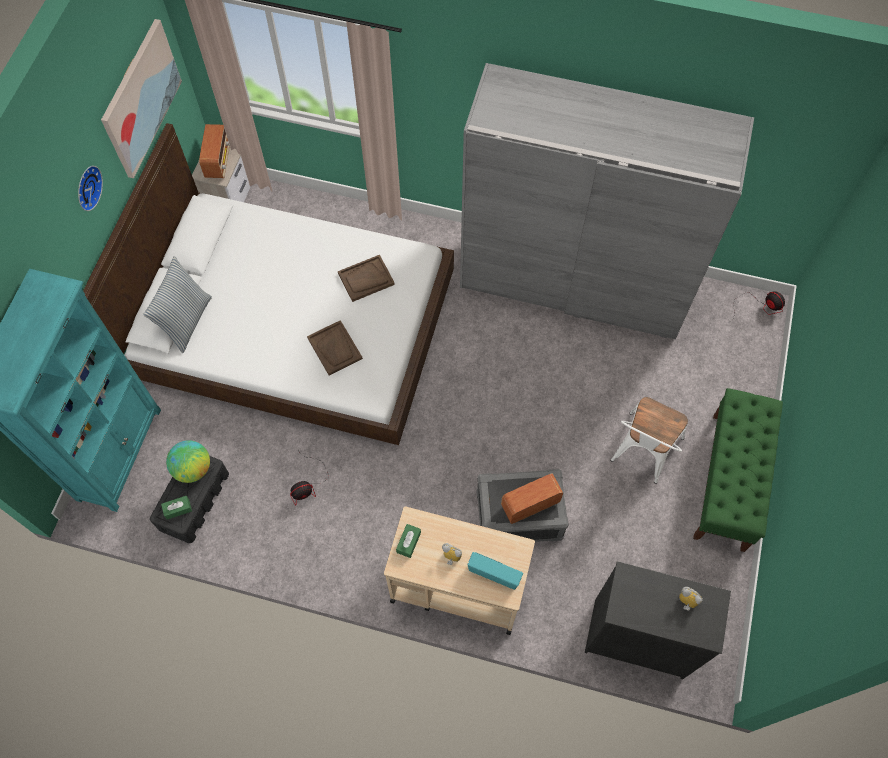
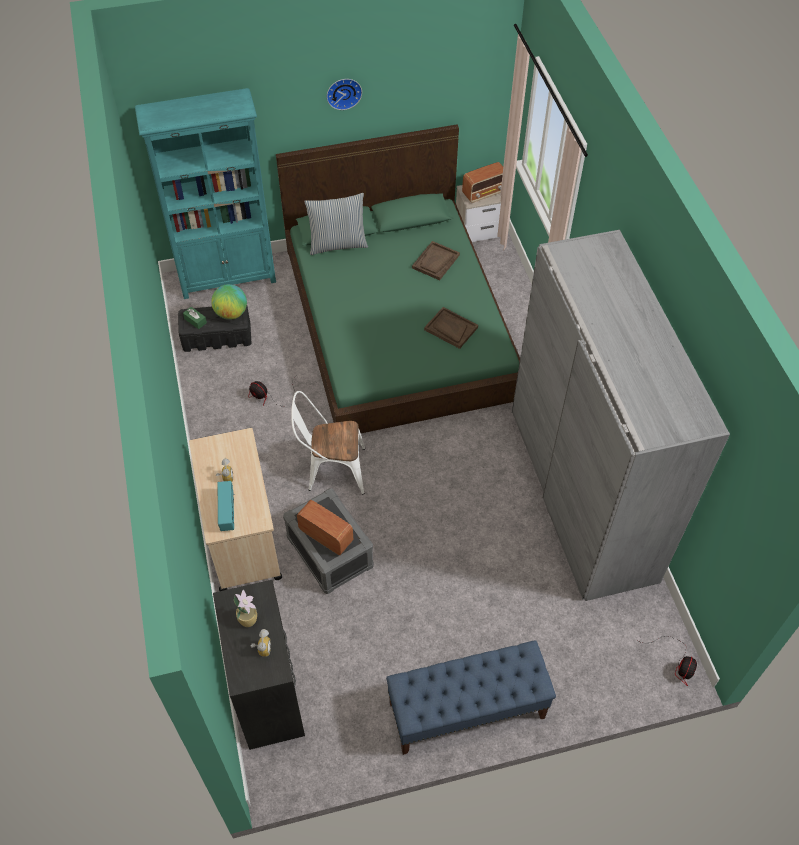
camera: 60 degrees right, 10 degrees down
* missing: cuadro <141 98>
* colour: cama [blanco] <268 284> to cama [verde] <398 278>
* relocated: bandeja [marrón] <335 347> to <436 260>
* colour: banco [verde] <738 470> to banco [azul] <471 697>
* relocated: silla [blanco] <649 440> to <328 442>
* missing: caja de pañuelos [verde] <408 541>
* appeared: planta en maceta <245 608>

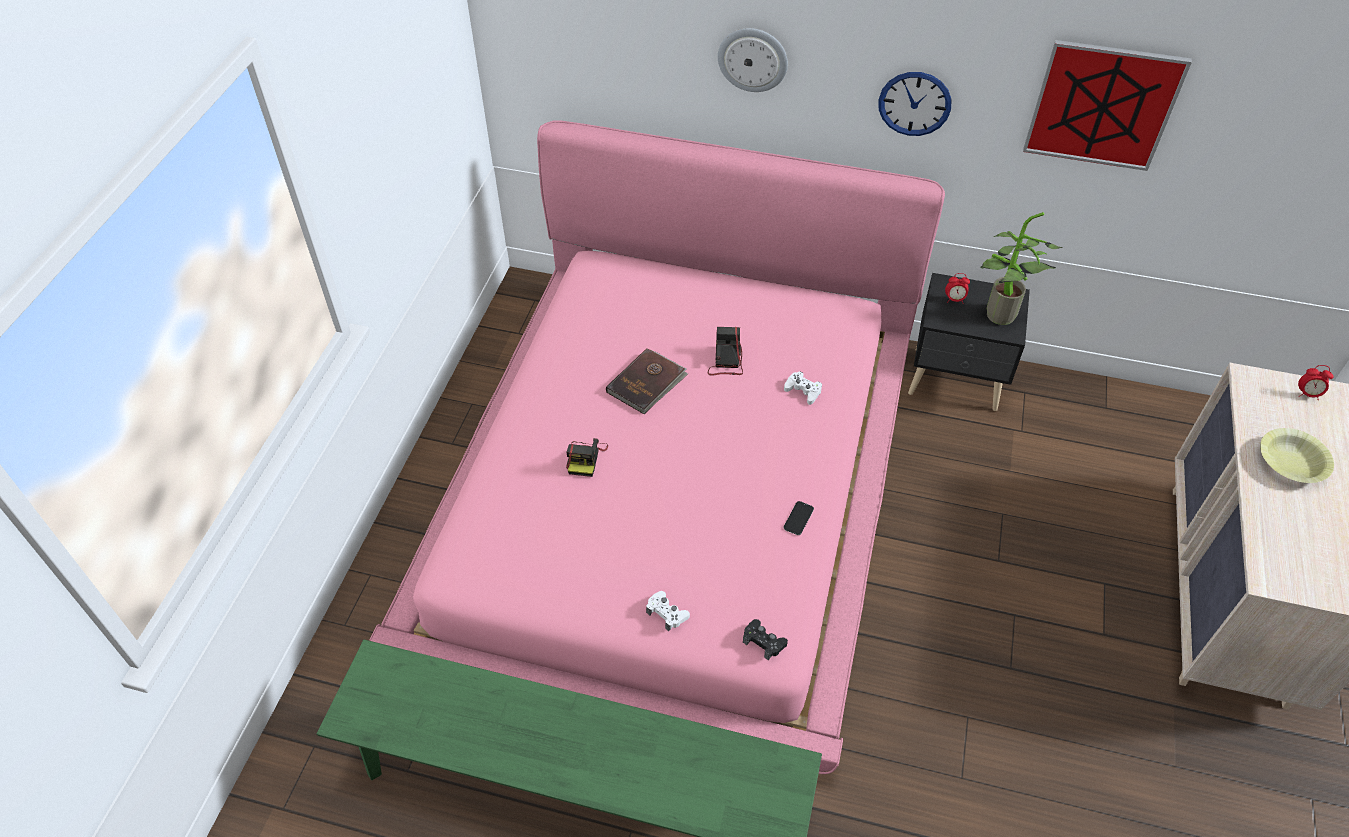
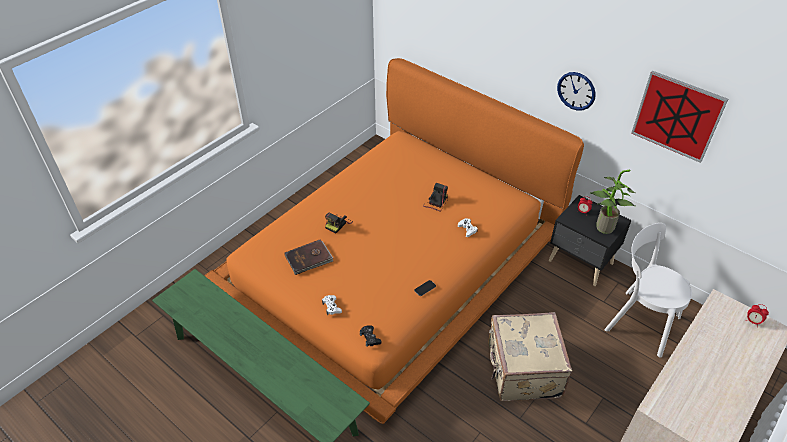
camera: 25 degrees right, 5 degrees down
* missing: reloj de pared <753 60>
* colour: cama [rosa] <657 447> to cama [naranja] <394 241>
* relocated: libro [marrón] <647 381> to <308 257>
* missing: cuenco [amarillo] <1297 455>
* appeared: silla [blanco] <648 290>
* appeared: maleta [beis] <530 356>

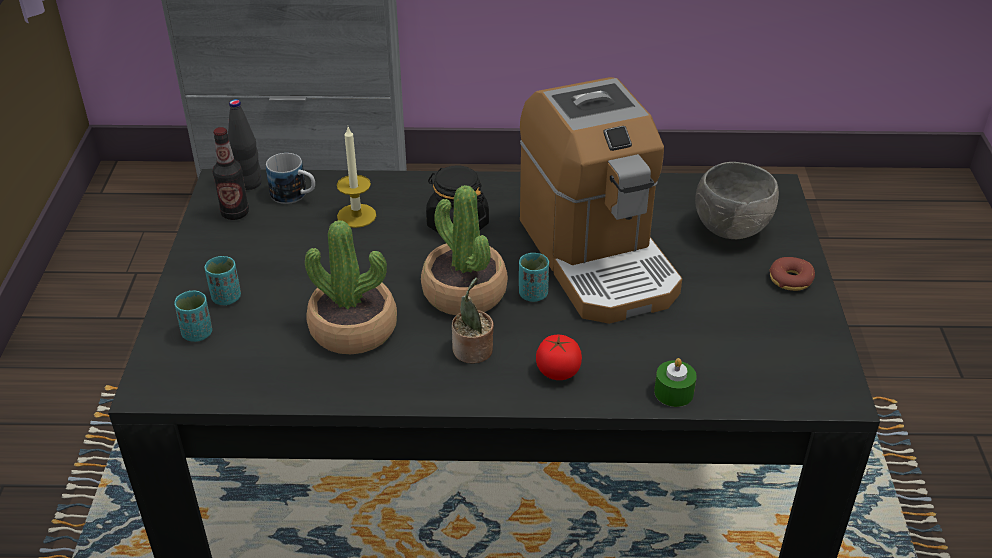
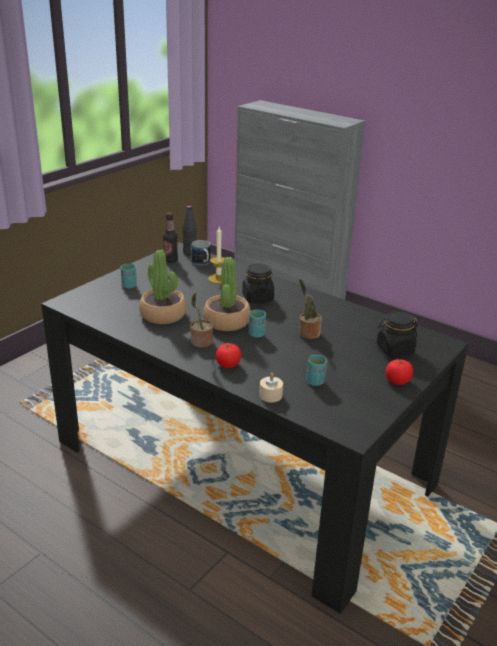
camera: 35 degrees right, 10 degrees down
* exchanged: cafetera <601 200> to planta en maceta <310 309>
* exchanged: cuenco [gris] <737 200> to tarro [negro] <397 334>
* exchanged: rosquilla <792 274> to tomate <399 372>
* relocated: taza [turquesa] <193 316> to <316 370>
* colour: vela [verde] <675 382> to vela [beis] <271 387>

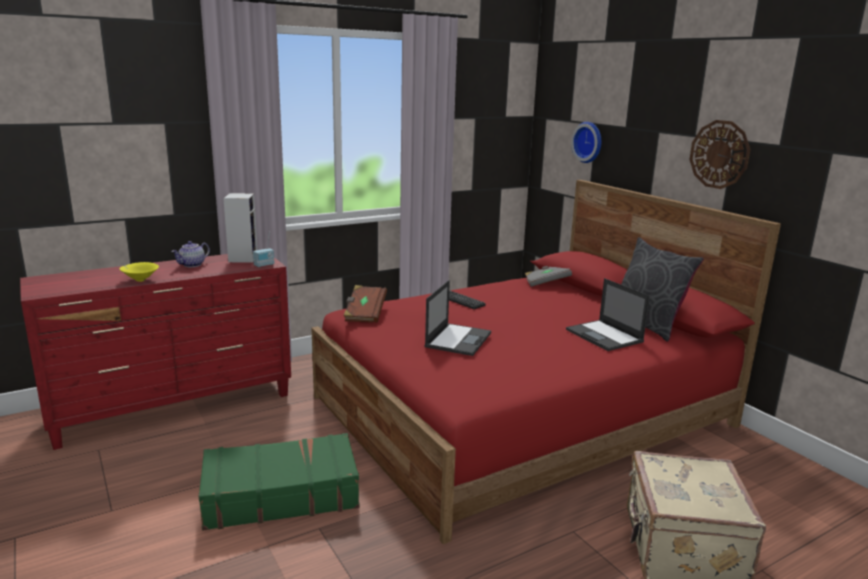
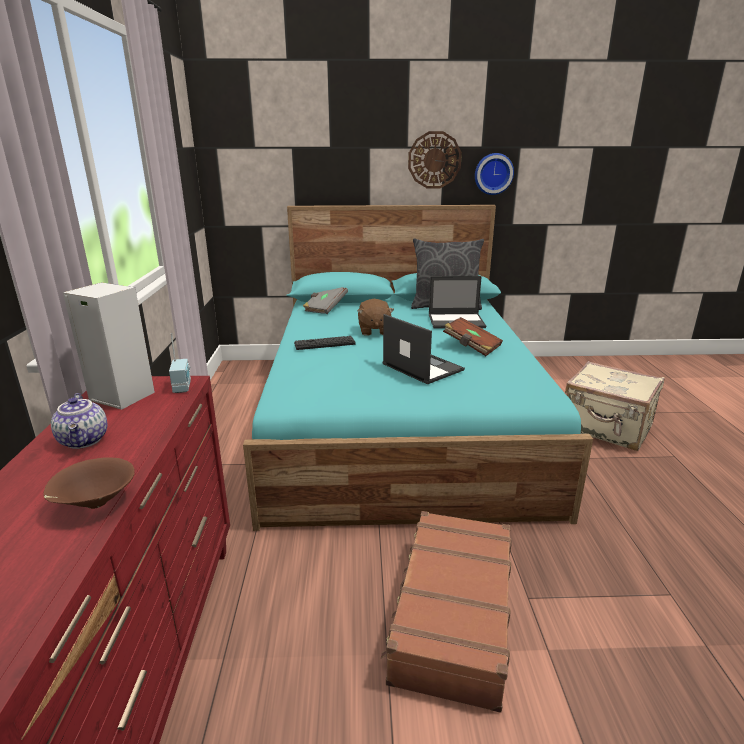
camera: 60 degrees left, 5 degrees up
* relocated: reloj de pared <586 142> to <494 174>
* colour: cama [rojo] <546 362> to cama [turquesa] <418 368>
* colour: cuenco [amarillo] <139 272> to cuenco [marrón] <89 483>
* relocated: libro [marrón] <365 304> to <473 336>
* colour: maleta [verde] <279 482> to maleta [marrón] <446 612>
* appeared: peluche [marrón] <376 317>

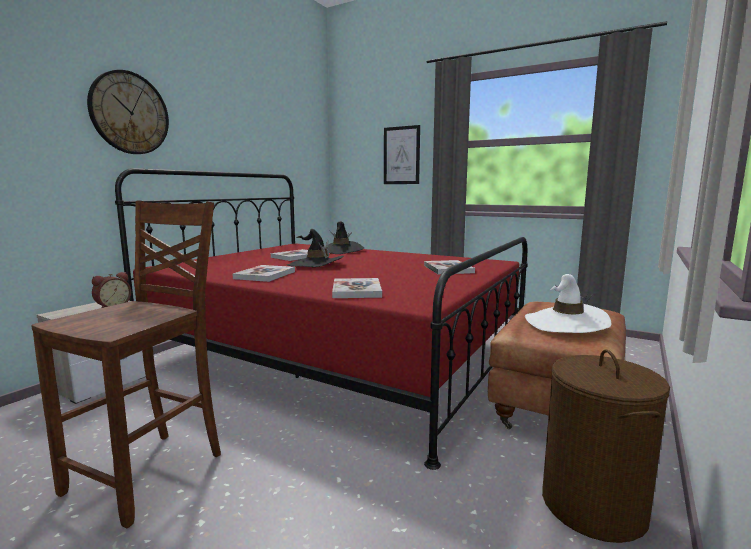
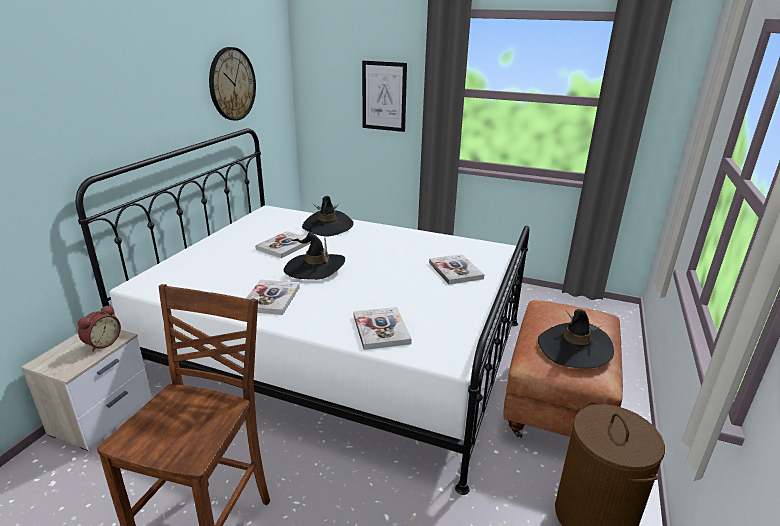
camera: 10 degrees left, 15 degrees up
* relocated: reloj de pared <128 112> to <232 84>
* colour: cama [rojo] <321 319> to cama [blanco] <302 311>
* colour: sombrero [blanco] <568 303> to sombrero [negro] <576 339>

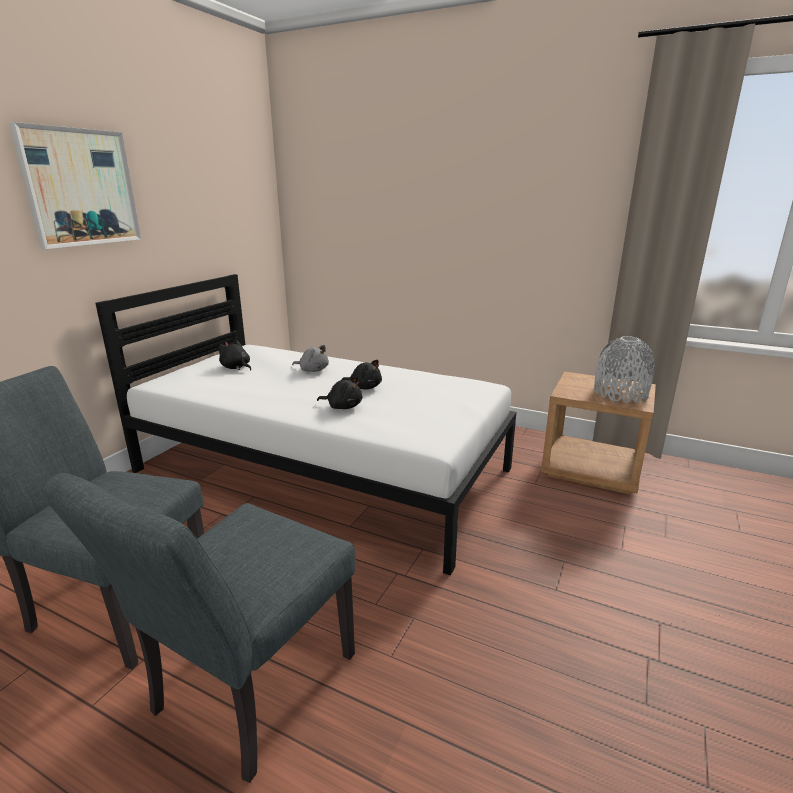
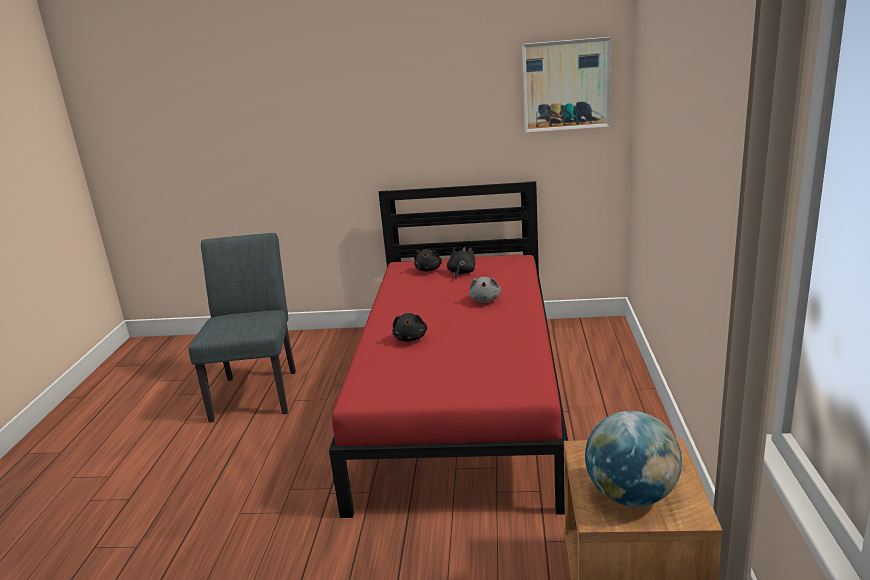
camera: 70 degrees right, 0 degrees up
* relocated: cuadro <75 185> to <566 85>
* colour: cama [blanco] <306 424> to cama [rojo] <448 349>
* exchanged: florero [gris] <624 369> to globo terráqueo <633 459>
* relocated: peluche [negro] <361 374> to <428 260>
* missing: silla [gris] <199 628>

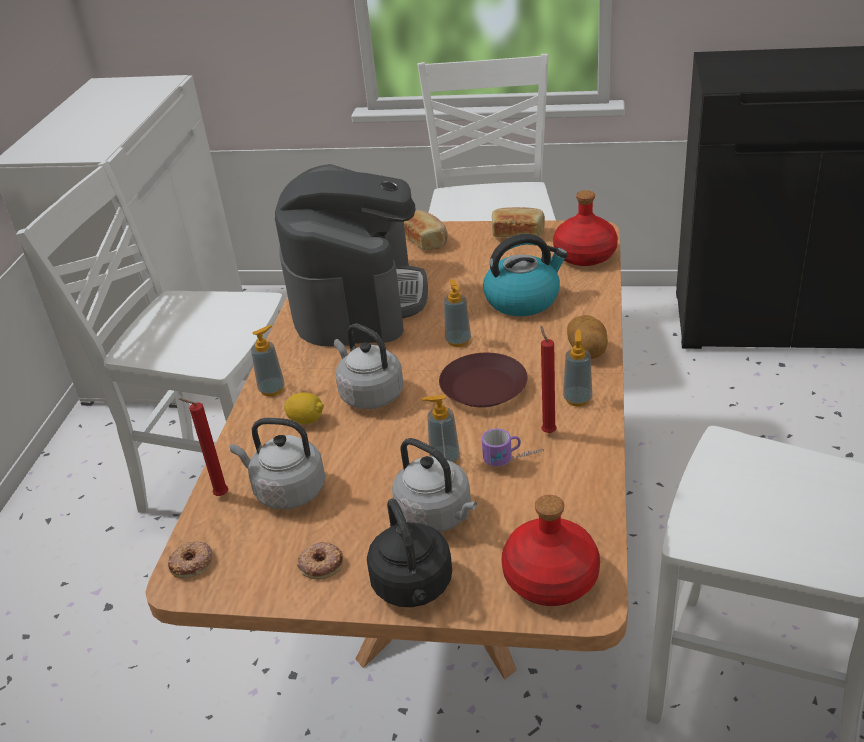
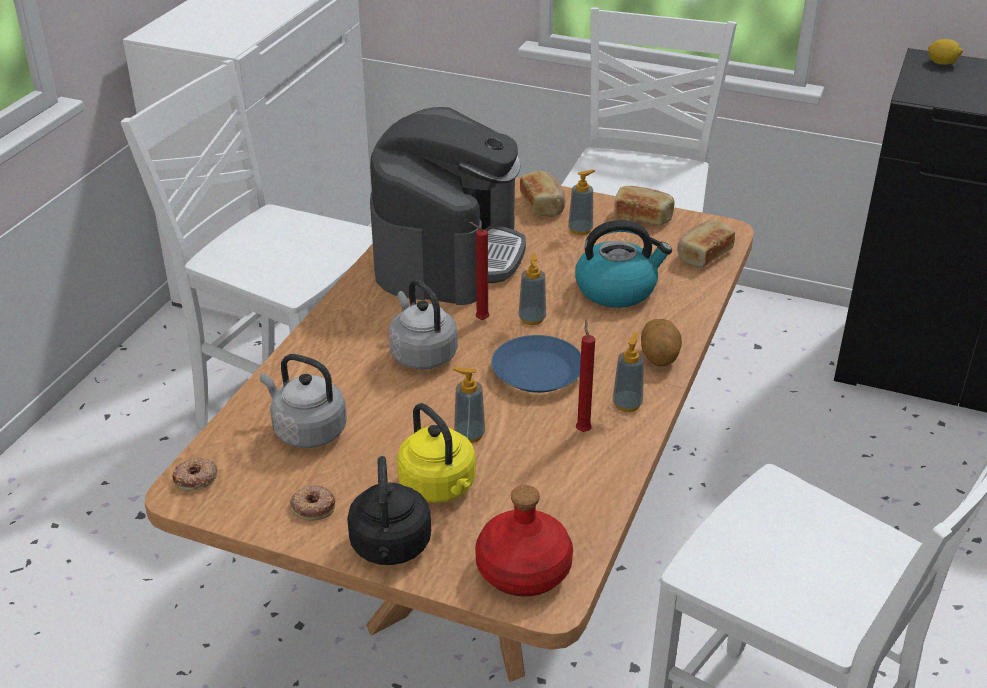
camera: 10 degrees right, 0 degrees up
* exchanged: botella [rojo] <585 228> to pan <706 243>
* relocated: dispensador de jabón <268 360> to <581 202>
* colour: plato [marrón] <483 380> to plato [azul] <536 364>
* relocated: limón <304 408> to <945 52>
* relocated: vela [rojo] <203 447> to <479 271>
* missing: taza grande <513 447>
* colour: hervidor [gris] <434 485> to hervidor [amarillo] <436 453>

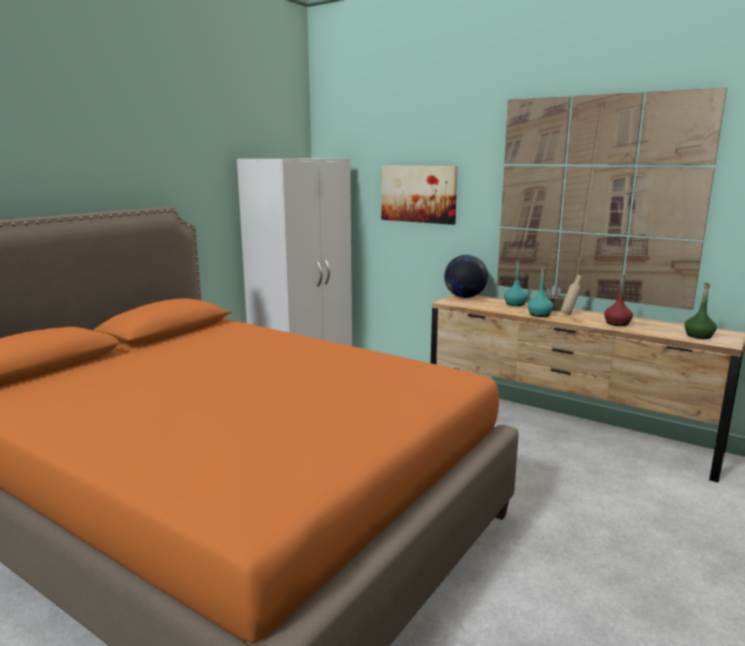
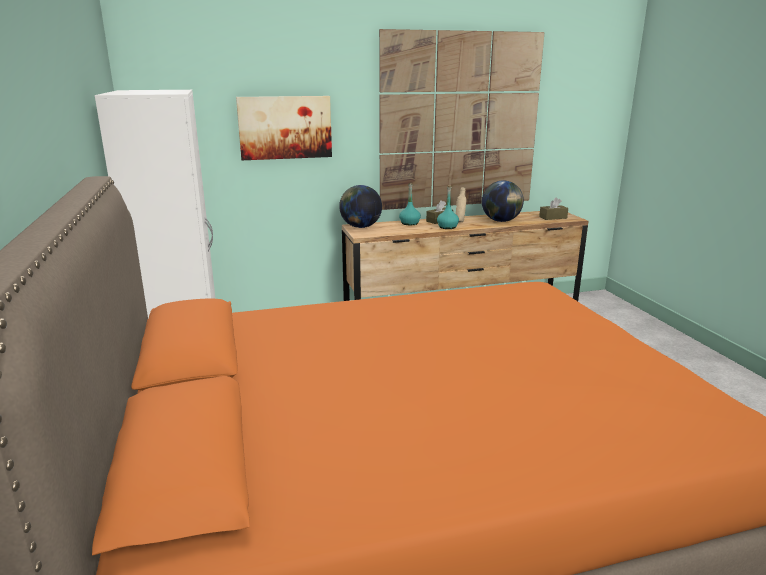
camera: 50 degrees left, 5 degrees up
* exchanged: botella [rojo] <618 299> to globo terráqueo <503 201>
* exchanged: botella [verde] <700 310> to caja de pañuelos [marrón] <553 209>

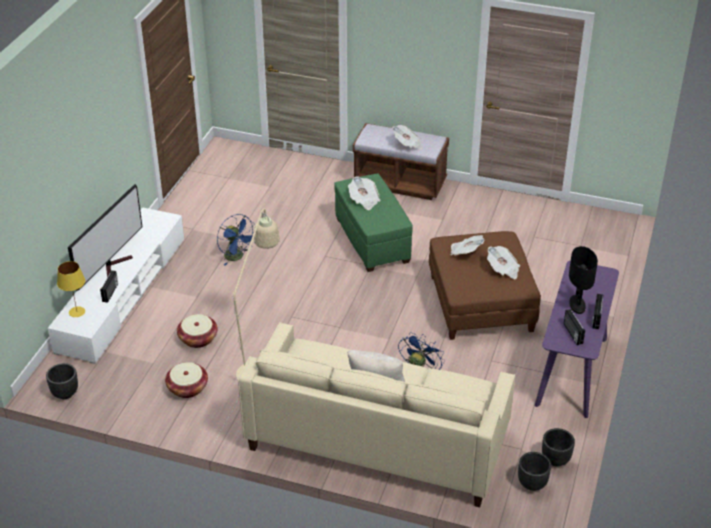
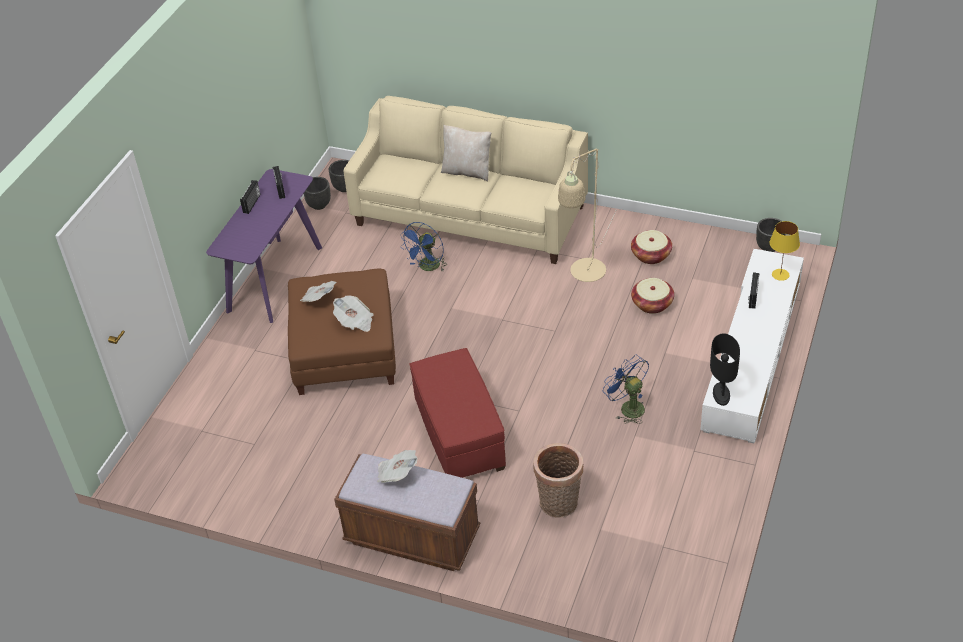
camera: 175 degrees left, 5 degrees up
* colour: puf [verde] <373 222> to puf [rojo] <457 413>
* missing: periódico <364 193>
* missing: televisor <105 237>
* relocated: lámpara de mesa [negro] <583 280> to <725 369>
* appeared: cesta <558 480>

